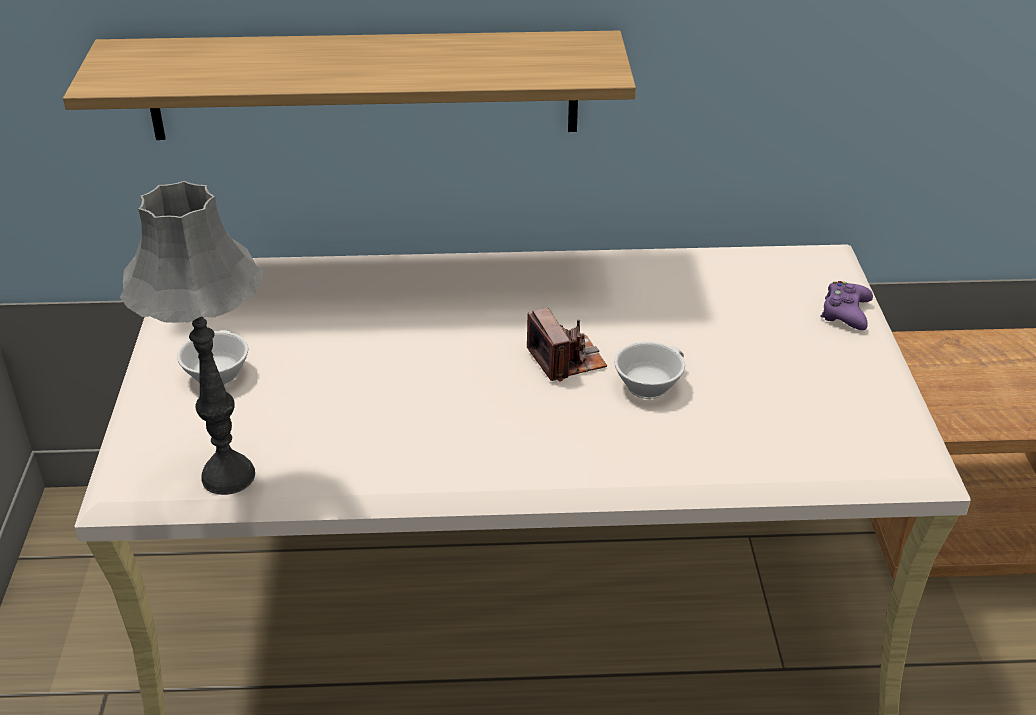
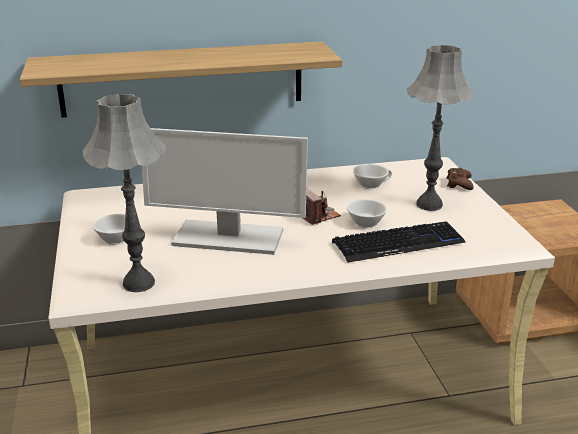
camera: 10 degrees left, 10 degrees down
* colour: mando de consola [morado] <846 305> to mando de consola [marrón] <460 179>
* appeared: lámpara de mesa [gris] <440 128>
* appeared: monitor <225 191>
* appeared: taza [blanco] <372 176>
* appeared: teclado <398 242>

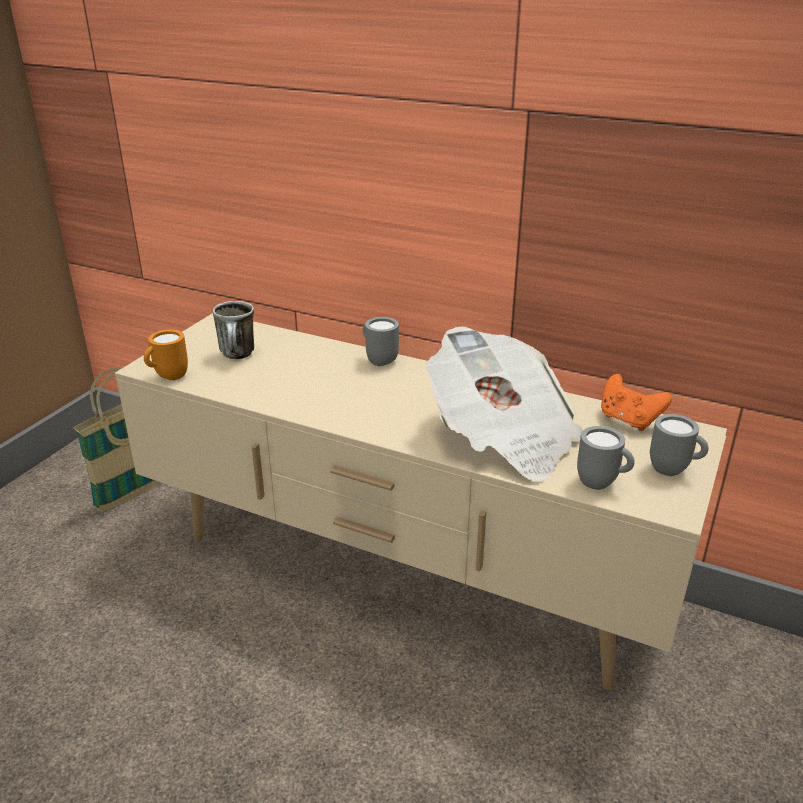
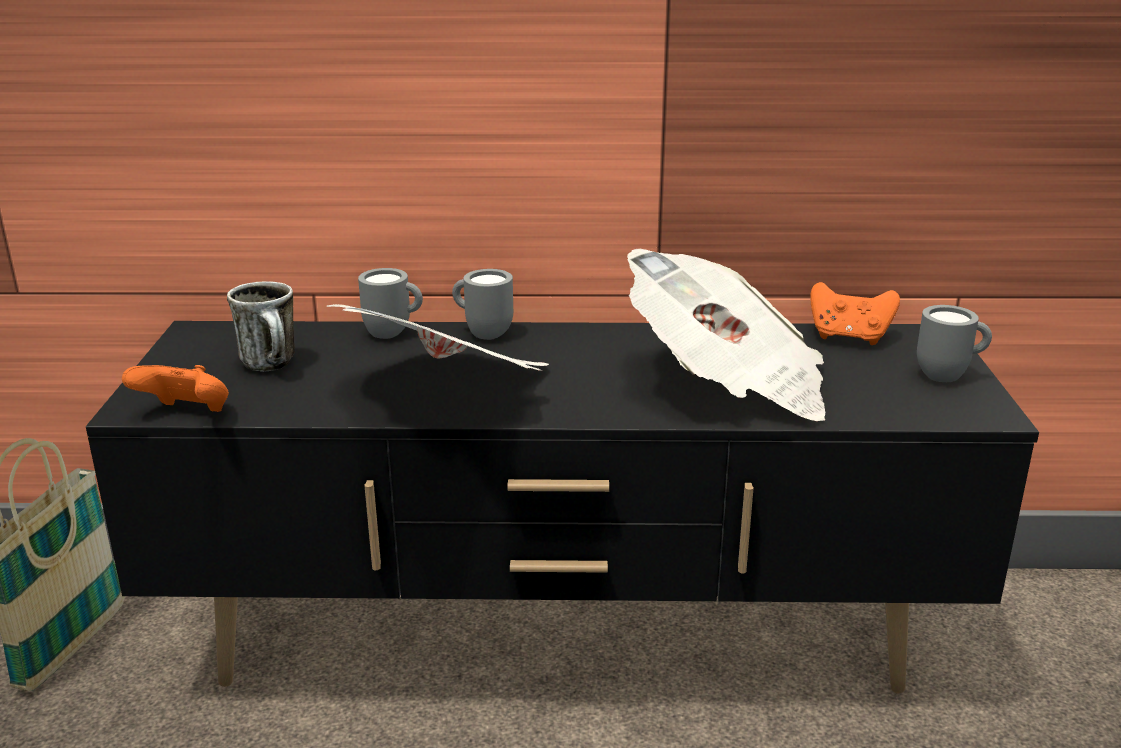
camera: 25 degrees left, 5 degrees down
* colour: mueble de televisión [beis] <421 502> to mueble de televisión [negro] <562 507>
* exchanged: taza grande [naranja] <166 354> to mando de consola [naranja] <175 388>
* relocated: taza grande [gris] <606 458> to <390 303>
* appeared: periódico <438 337>

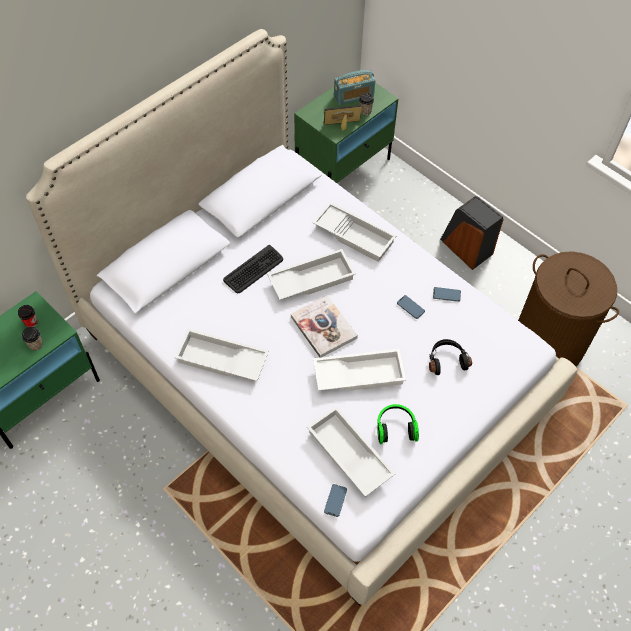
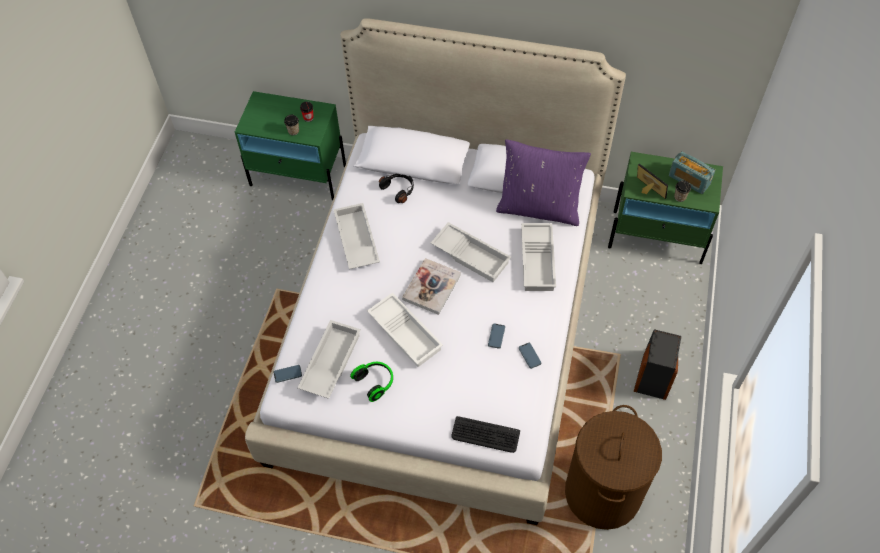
camera: 60 degrees right, 0 degrees up
* relocated: teclado <253 269> to <485 434>
* relocated: auriculares [negro] <450 357> to <396 188>
* appeared: cojín [morado] <543 182>

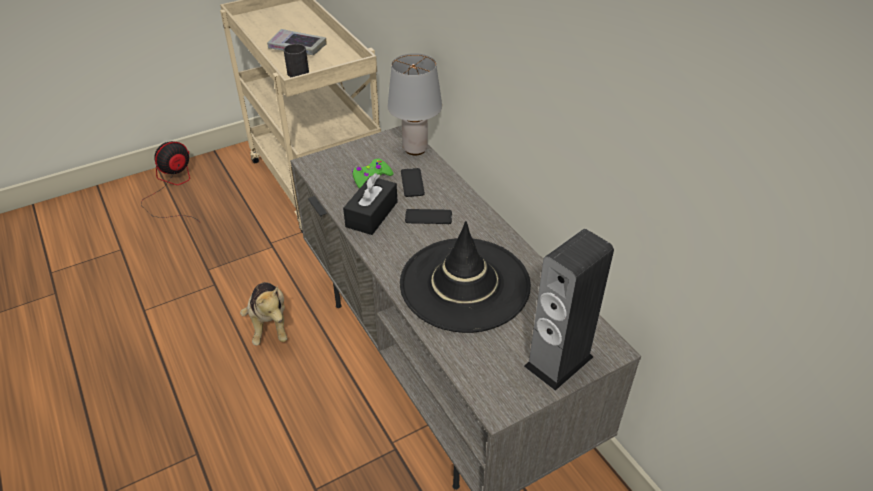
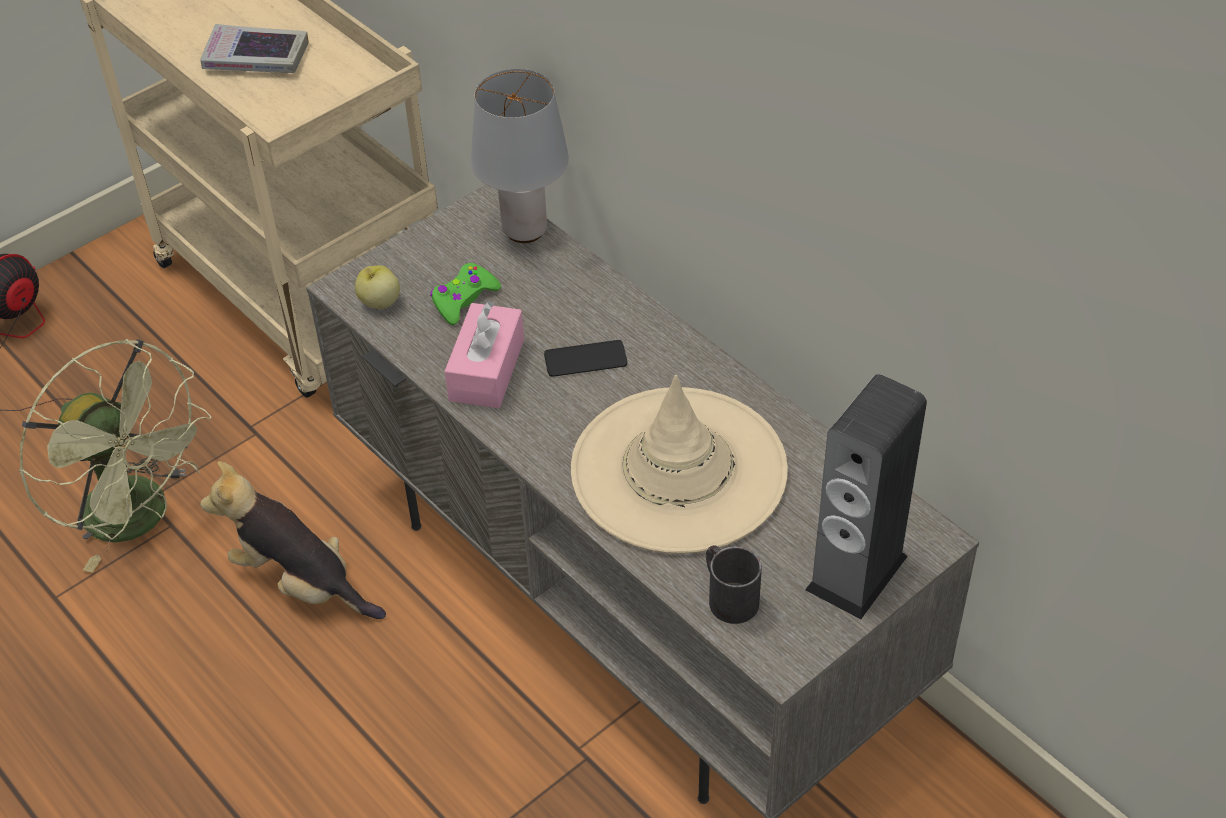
camera: 10 degrees left, 5 degrees up
* relocated: taza grande [negro] <296 60> to <734 584>
* missing: móvil <413 182>
* colour: caja de pañuelos [negro] <370 204> to caja de pañuelos [rosa] <484 355>
* colour: sombrero [negro] <465 277> to sombrero [beis] <679 464>
* spun: peluche <264 313> = <293 540> 150 degrees clockwise
* appeared: manzana <377 287>
* appeared: ventilador [verde] <115 456>

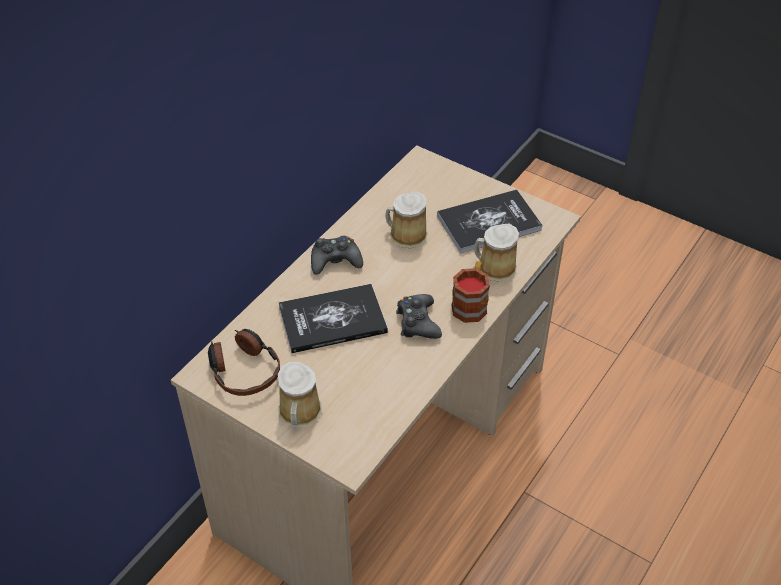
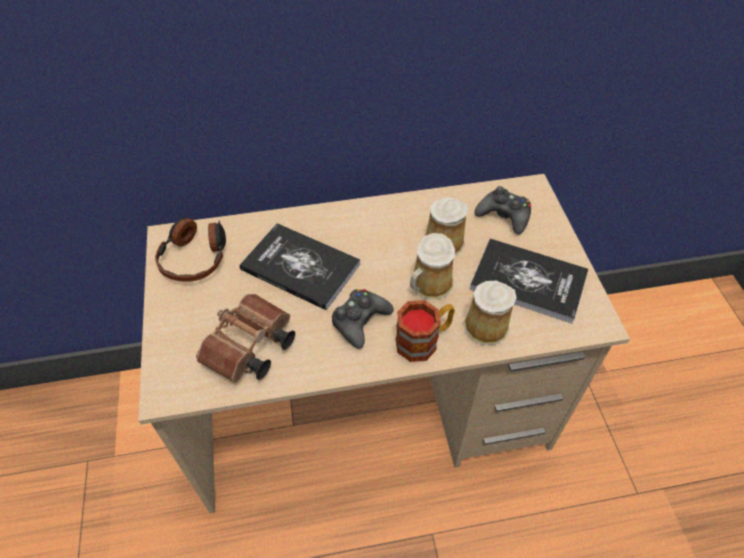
camera: 45 degrees right, 5 degrees up
* relocated: mando de consola [negro] <337 255> to <503 210>
* relocated: taza grande <300 394> to <432 266>
* appeared: prismáticos [marrón] <245 338>

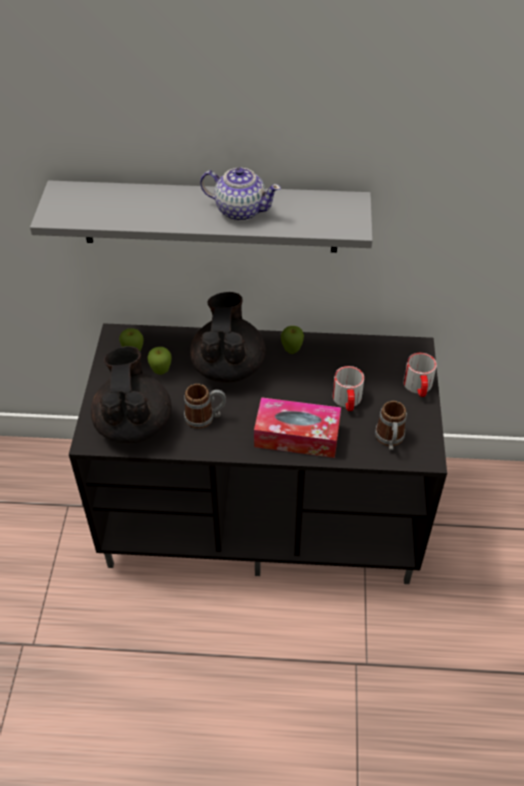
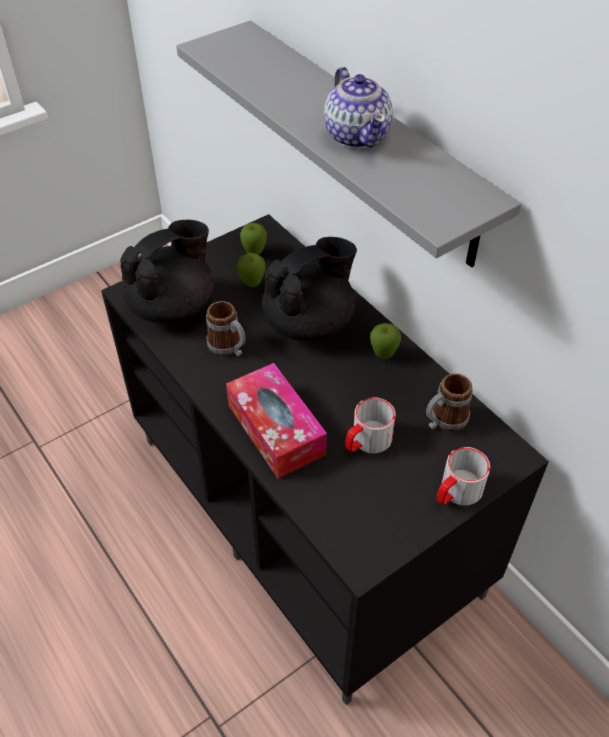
camera: 50 degrees right, 0 degrees up
* relocated: taza grande <391 425> to <449 402>

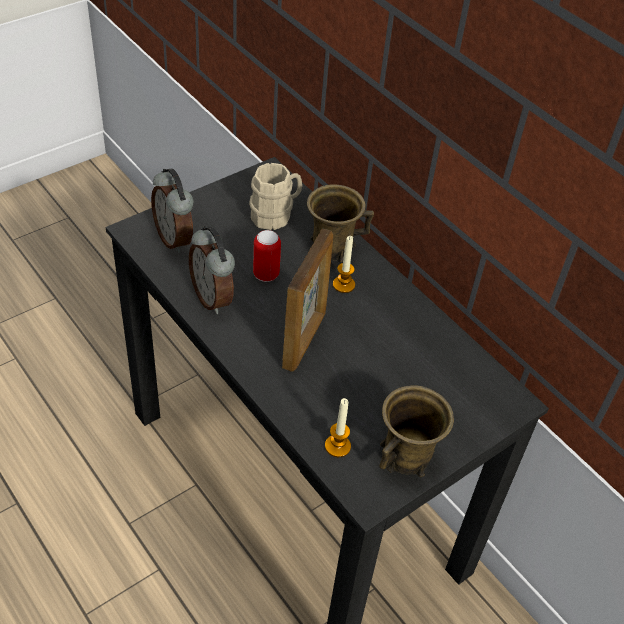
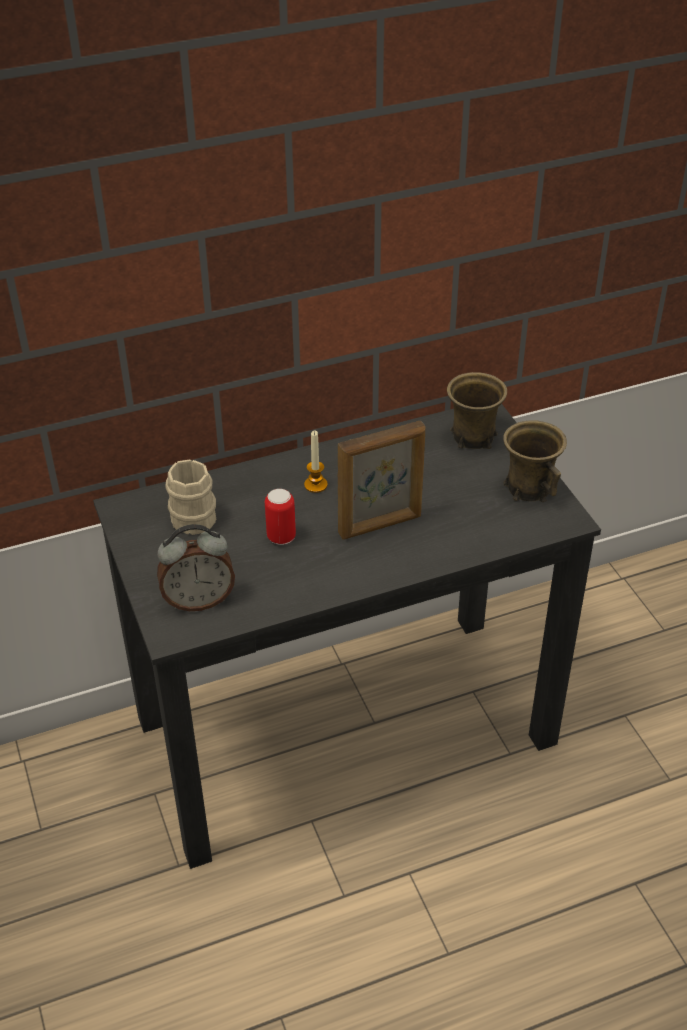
camera: 70 degrees left, 5 degrees down
* relocated: taza grande [marrón] <340 223> to <477 410>
* missing: despertador <212 270>
* spun: portarretratos <307 300> = <381 480> 120 degrees clockwise
* missing: vela <338 427>

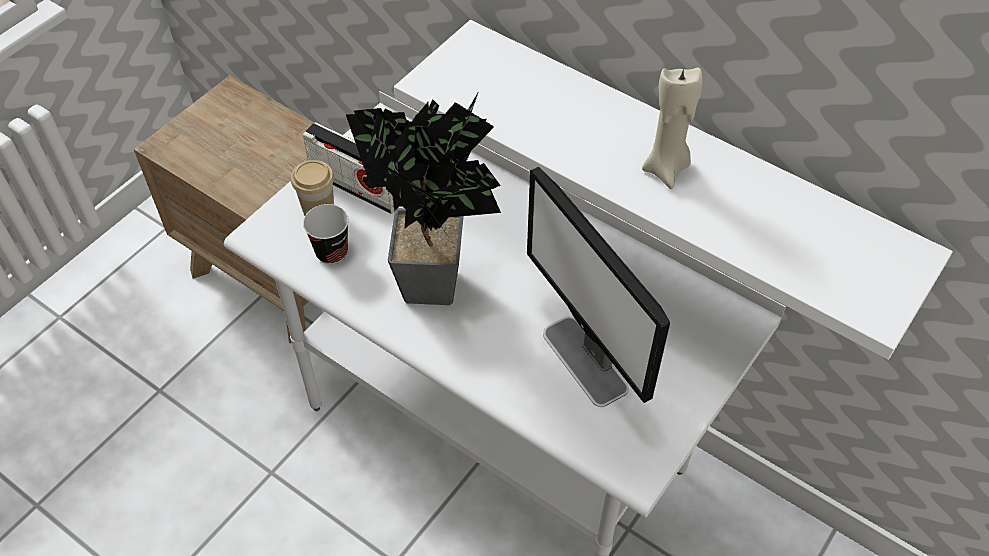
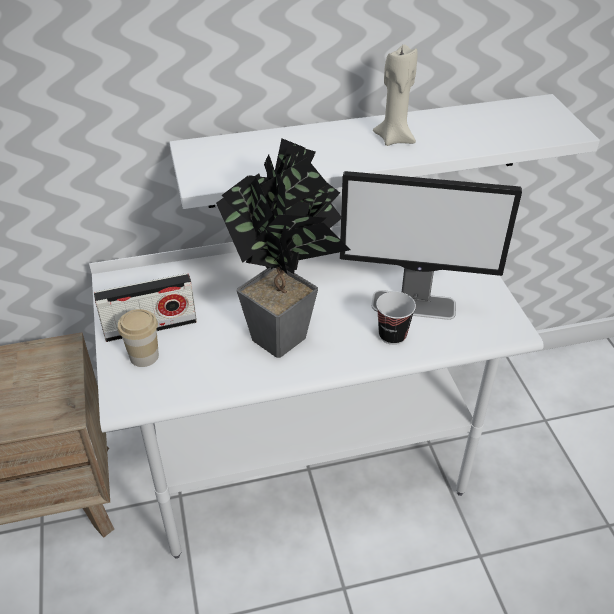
camera: 50 degrees left, 10 degrees down
* relocated: taza <326 234> to <396 318>

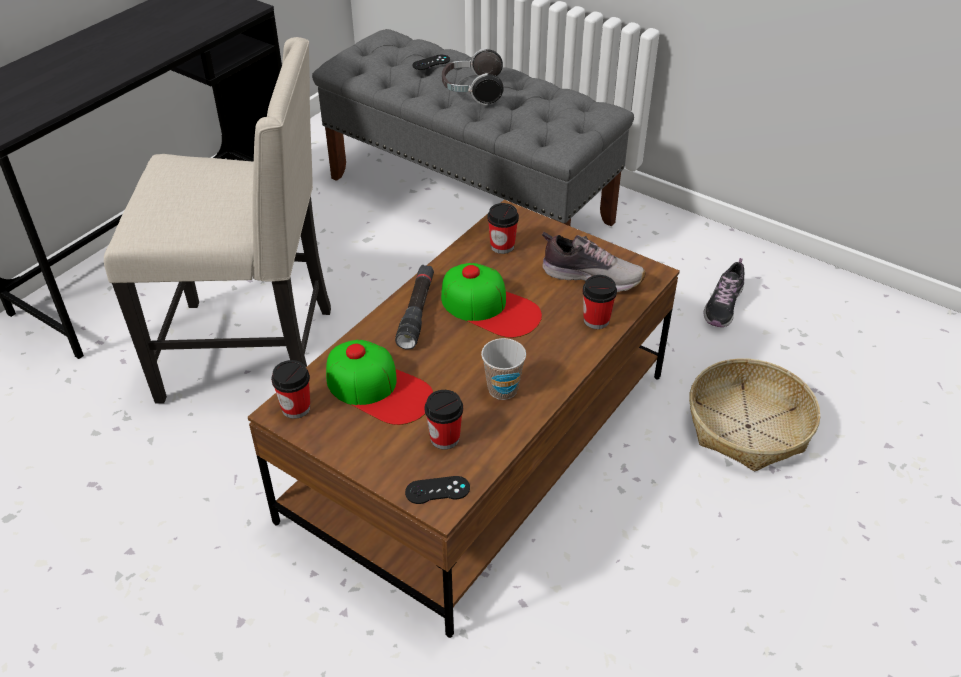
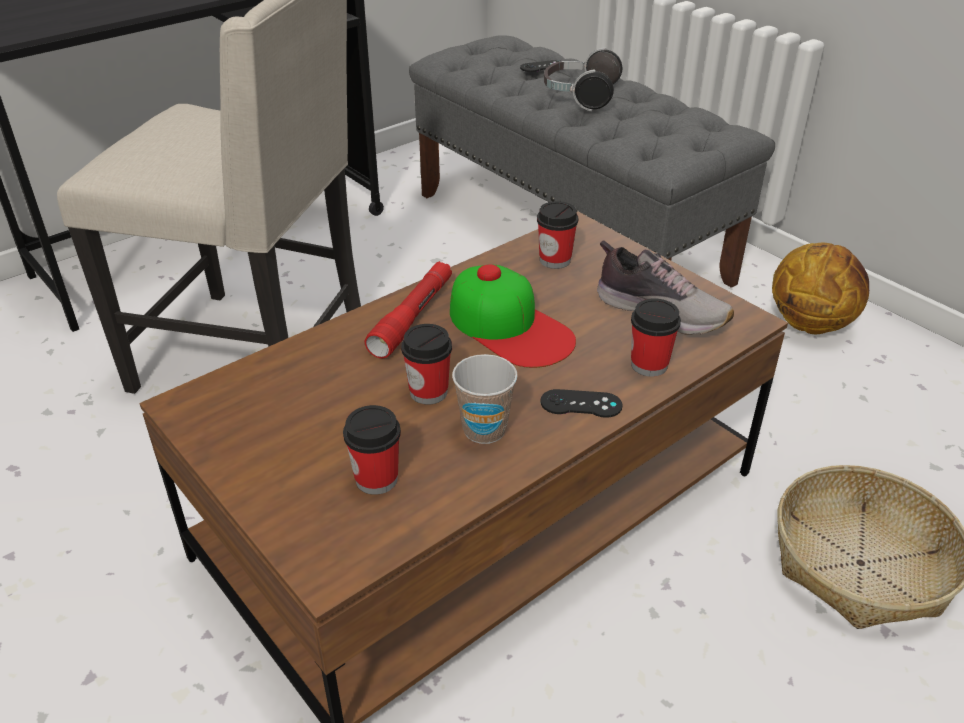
camera: 15 degrees right, 5 degrees down
* missing: zapato <724 292>
* colour: linterna [negro] <414 307> to linterna [rojo] <408 309>
* missing: gorra <379 382>
* relocated: taza <290 389> to <426 364>
* relocated: mando de consola [negro] <437 490> to <581 403>
* appeared: balón de baloncesto <820 288>

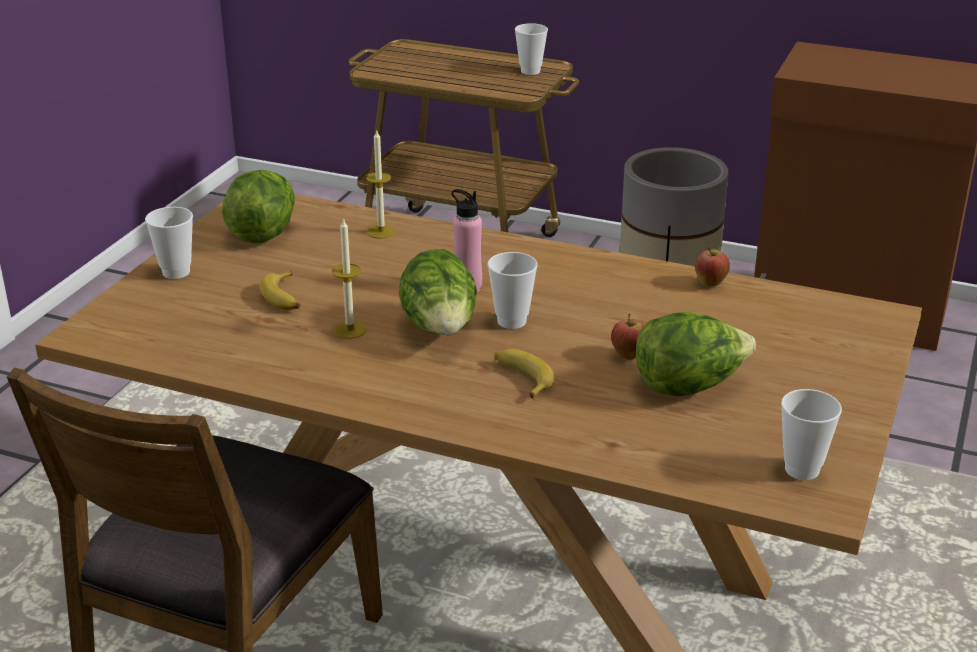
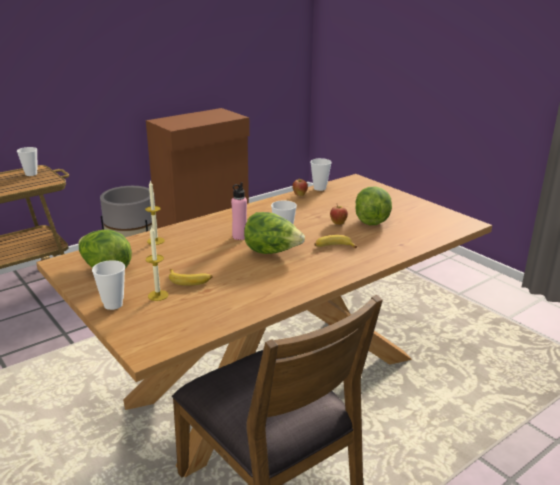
camera: 60 degrees left, 5 degrees down
* relocated: vela <349 278> to <157 264>
* relocated: taza <811 434> to <321 174>

